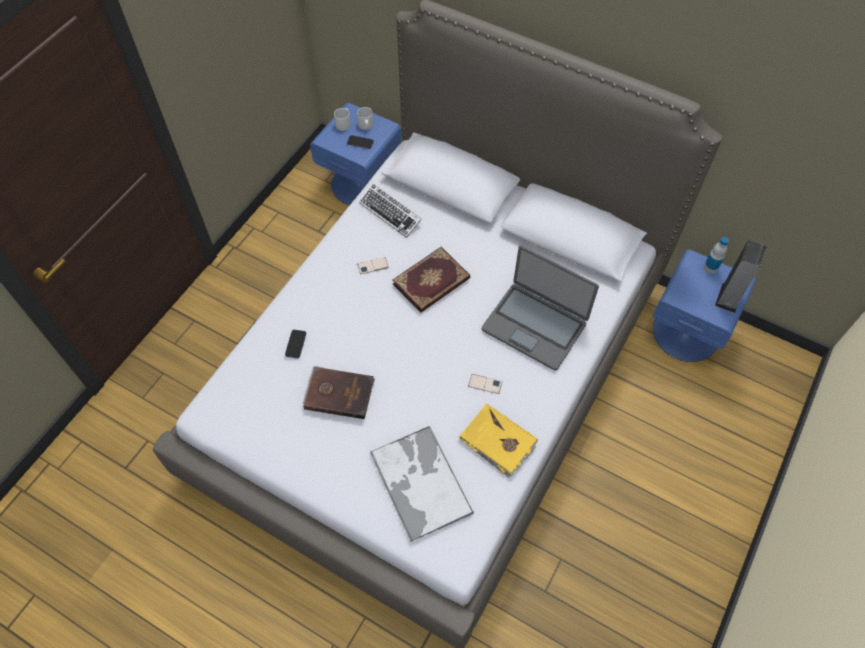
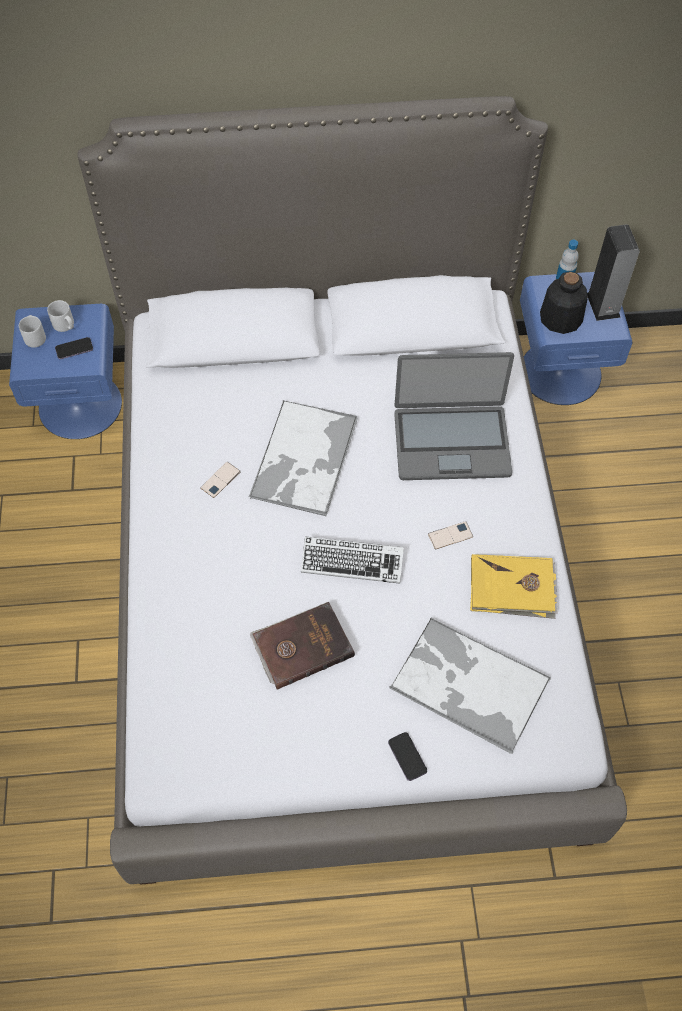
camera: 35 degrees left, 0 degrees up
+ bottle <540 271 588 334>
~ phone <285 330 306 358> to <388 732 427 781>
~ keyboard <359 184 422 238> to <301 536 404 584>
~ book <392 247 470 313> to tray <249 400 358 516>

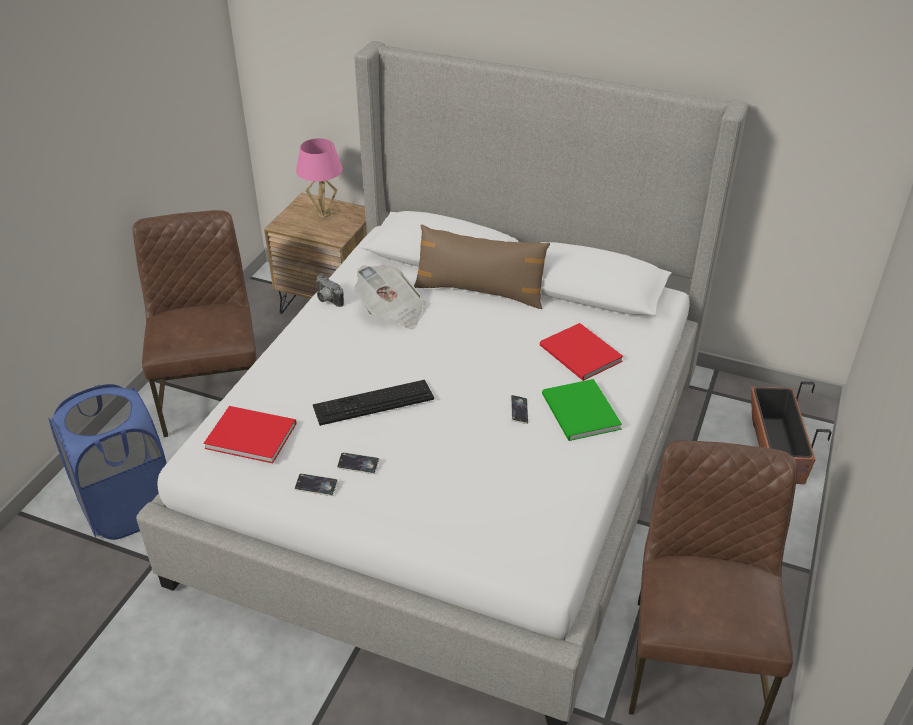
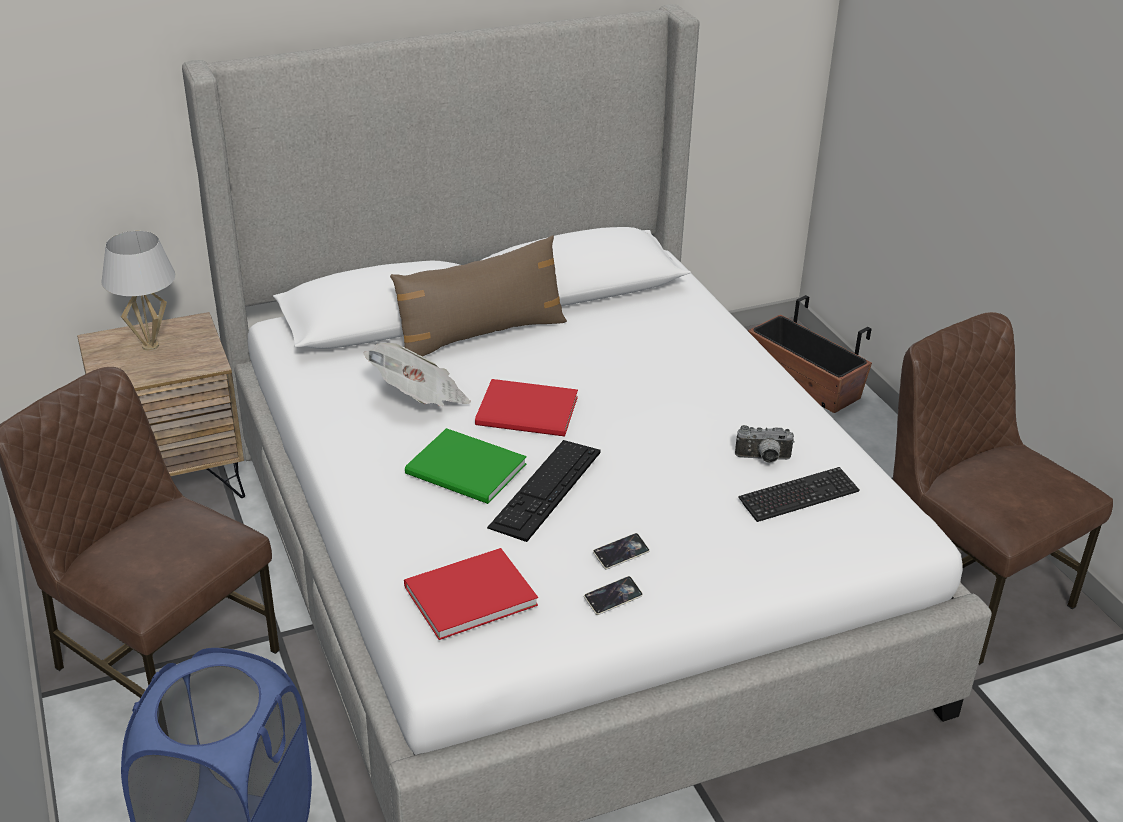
camera: 45 degrees left, 5 degrees down
- phone <510 395 529 424>
+ keyboard <738 467 859 522>
~ photo camera <316 273 344 307> to <735 425 794 463>
~ book (red) <540 323 623 381> to <475 379 578 437>
~ book (green) <542 379 622 441> to <405 428 527 504>
~ table lamp (pink) <296 138 343 218> to table lamp (white) <101 231 175 351>

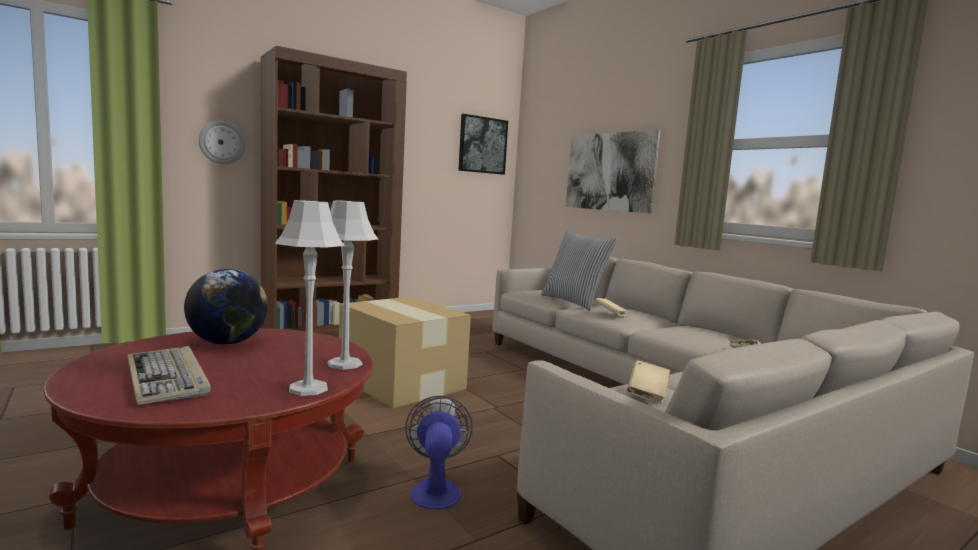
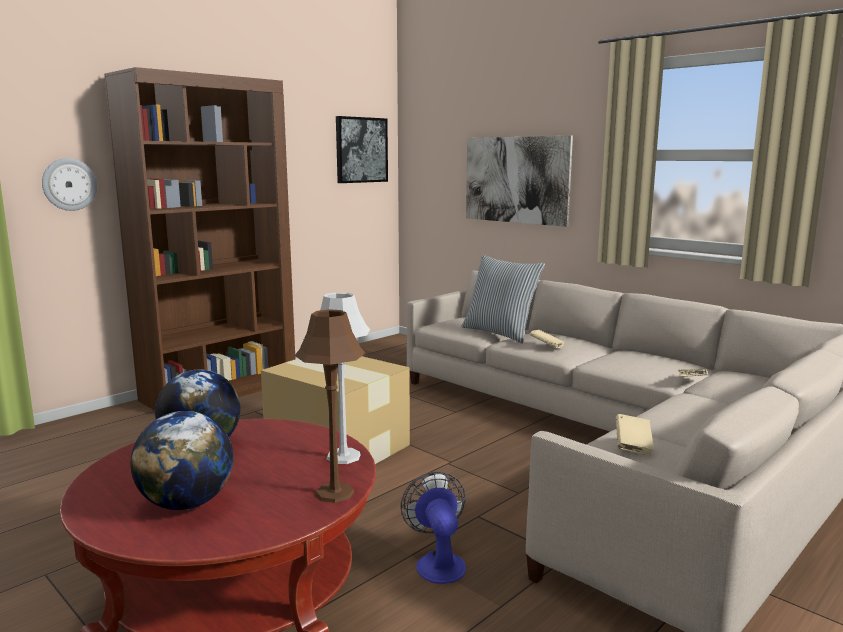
camera: 10 degrees left, 5 degrees up
~ keyboard <127 346 211 405> to globe <130 411 233 510>
~ table lamp (grey) <275 200 345 396> to table lamp (brown) <295 309 365 503>

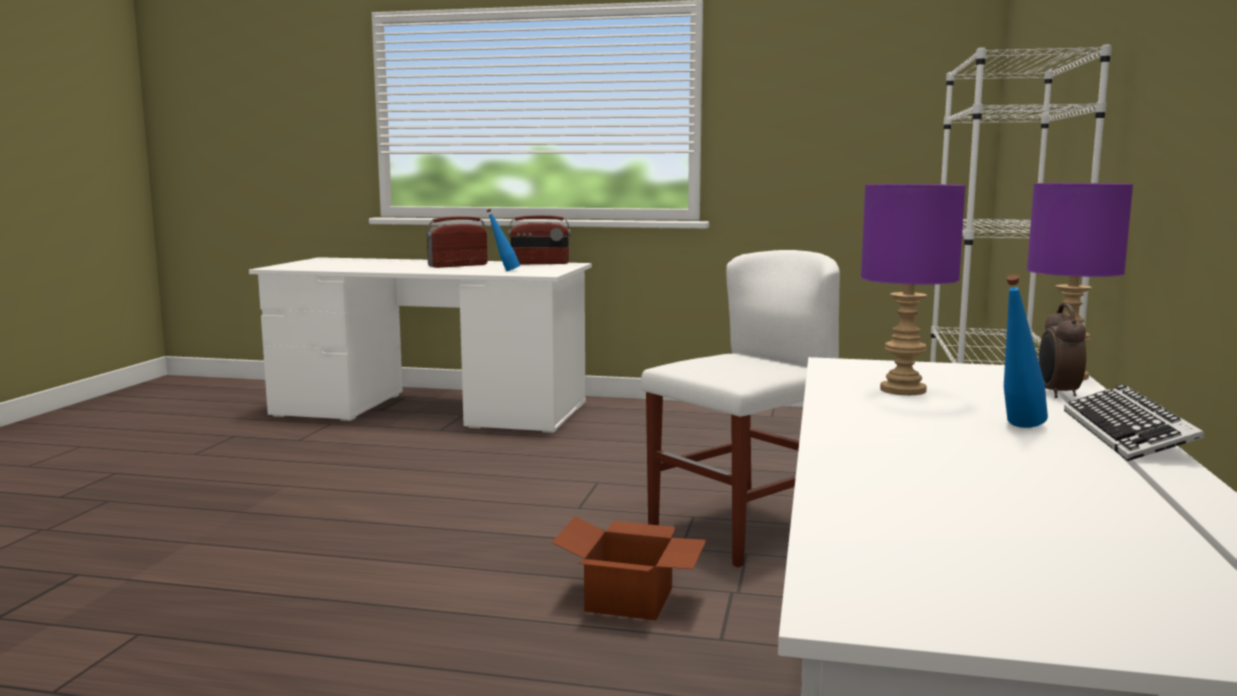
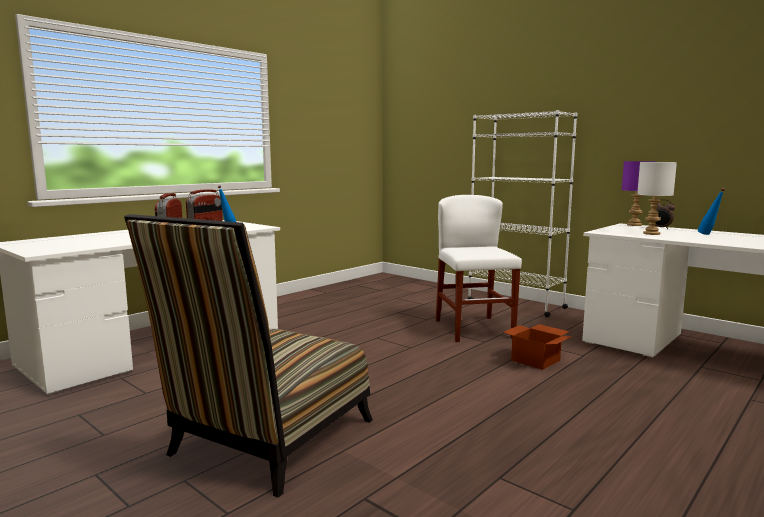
camera: 60 degrees left, 0 degrees up
- keyboard <1064 384 1205 461>
+ chair <124 214 373 498>
~ table lamp (purple) <861 184 966 395> to table lamp (white) <637 162 677 235>

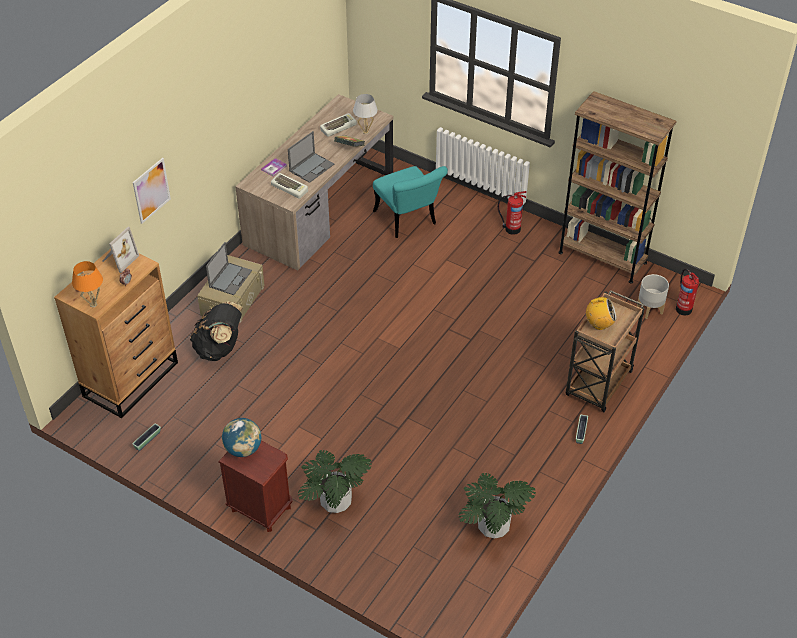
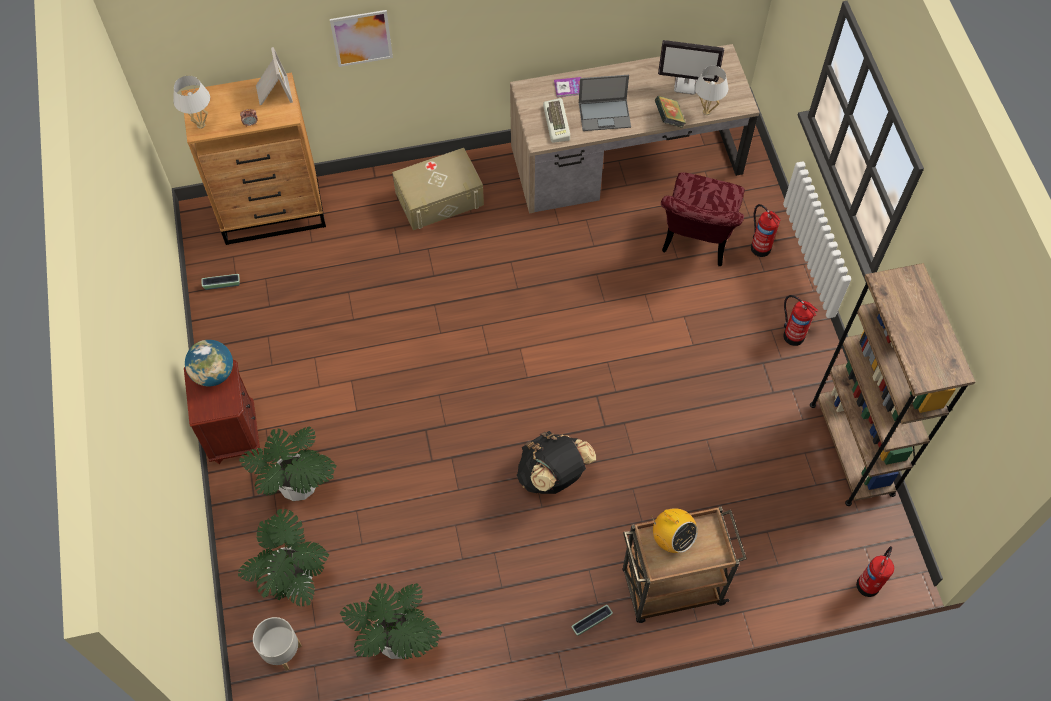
camera: 45 degrees right, 15 degrees up
- laptop <206 242 252 295>
+ potted plant <238 509 329 606>
+ fire extinguisher <751 204 781 257>
~ backpack (black) <190 301 243 361> to <517 431 596 494>
~ planter (grey) <637 274 669 319> to <253 617 302 671>
~ keyboard <320 113 357 137> to monitor <658 40 724 95>
~ table lamp (orange) <72 261 103 307> to table lamp (white) <173 76 210 129>
~ chair (turquoise) <373 166 448 238> to chair (red) <661 172 745 267>
~ picture frame <102 227 139 273> = <256 47 293 105> 90 degrees counterclockwise

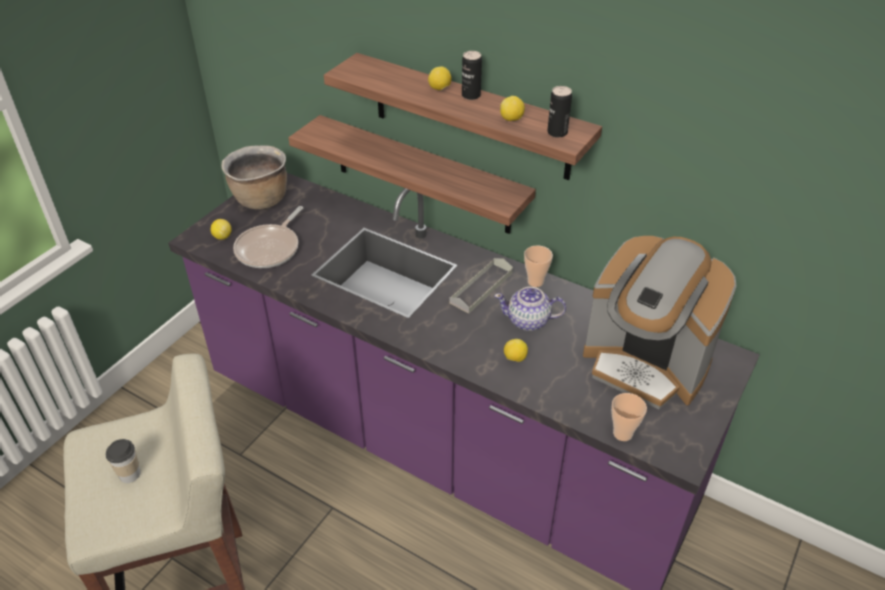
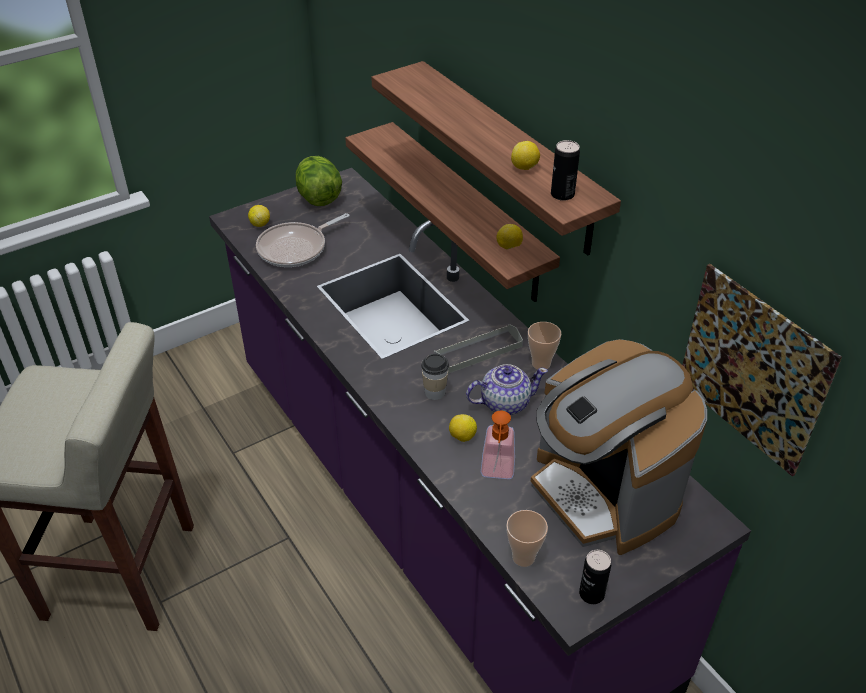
camera: 25 degrees right, 0 degrees up
+ soap dispenser <481 411 515 479>
+ picture <683 264 842 476>
~ cup <106 439 141 483> to <421 354 449 400>
~ lemon <428 66 452 90> to <496 224 523 250>
~ can <462 51 482 100> to <579 550 611 604>
~ cooking pot (brown) <222 145 287 209> to lettuce <295 156 342 206>
~ teapot <494 287 566 331> = <466 364 548 415> 135 degrees clockwise

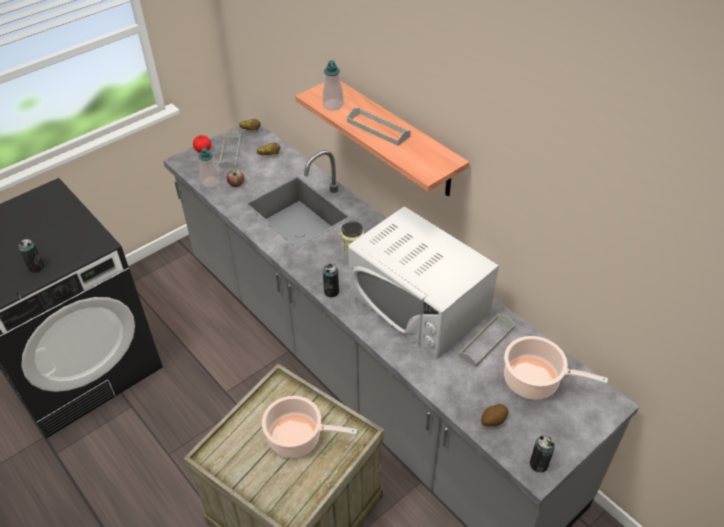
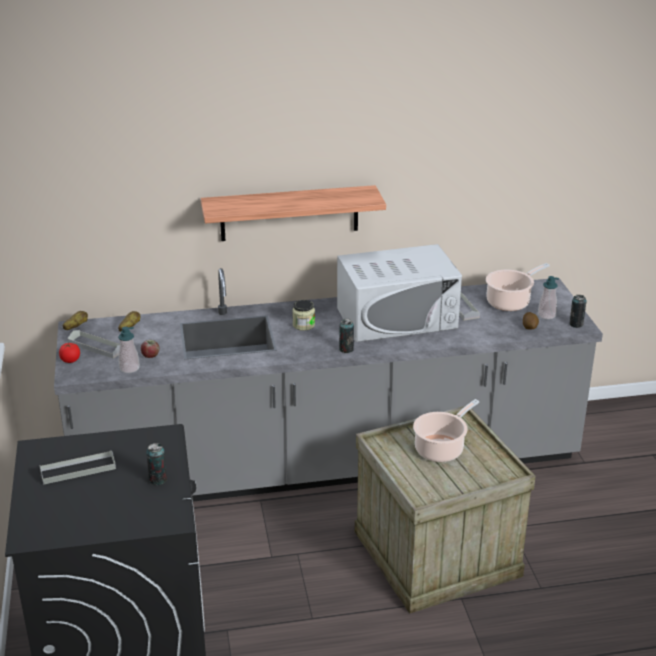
camera: 60 degrees left, 15 degrees down
~ soap dispenser <323 60 344 111> to <538 276 559 320>
~ tray (grey) <347 108 411 146> to <39 451 116 485>

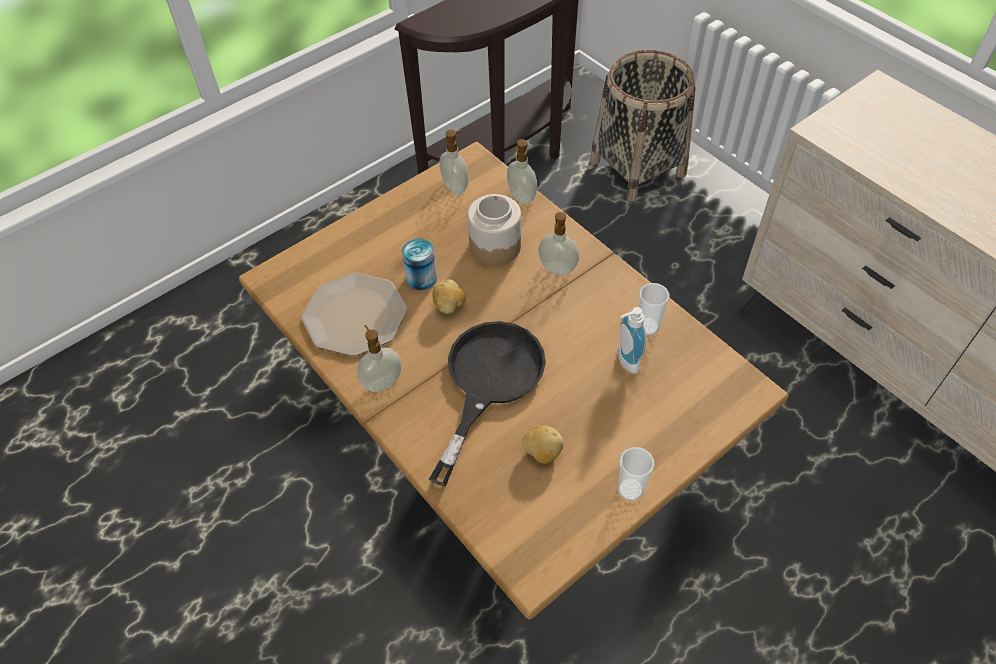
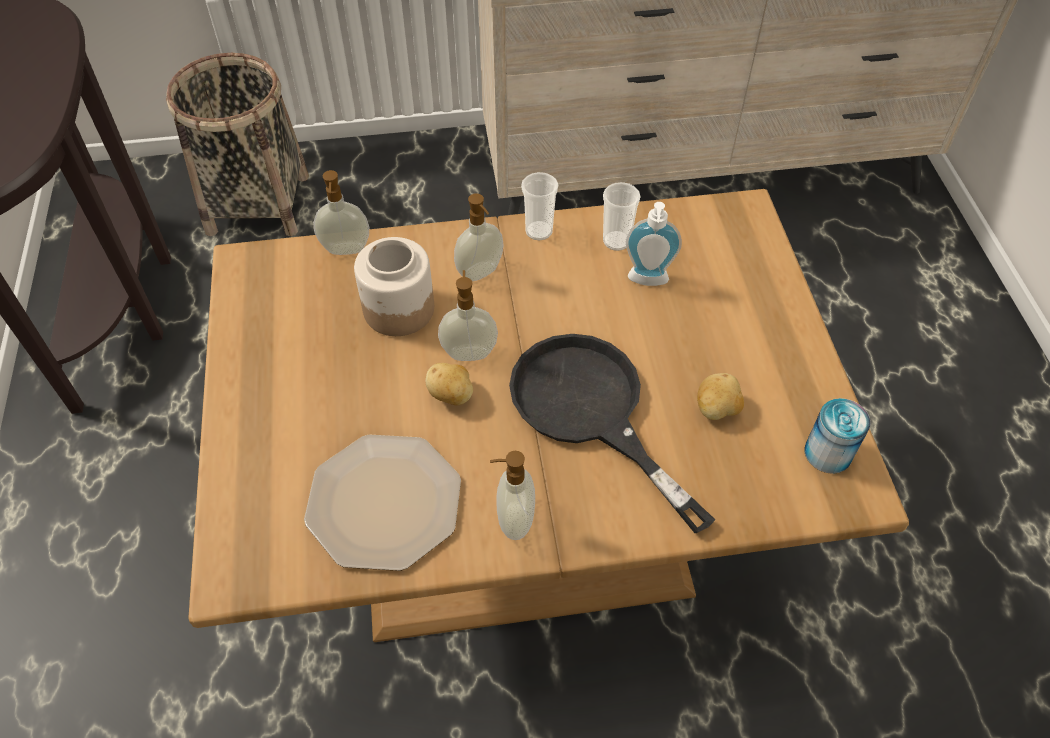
camera: 60 degrees left, 0 degrees up
~ can <402 238 437 290> to <804 398 870 474>
~ soap dispenser <439 130 468 194> to <438 270 498 361>
~ cup <618 447 655 501> to <521 172 558 240>

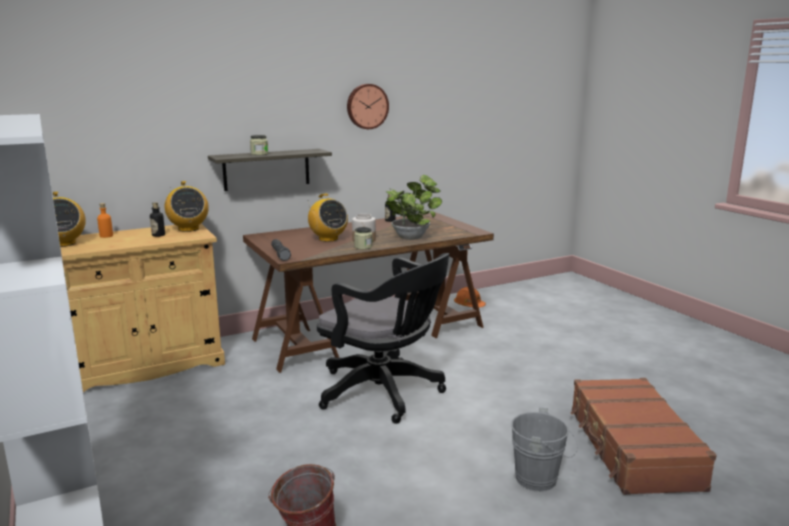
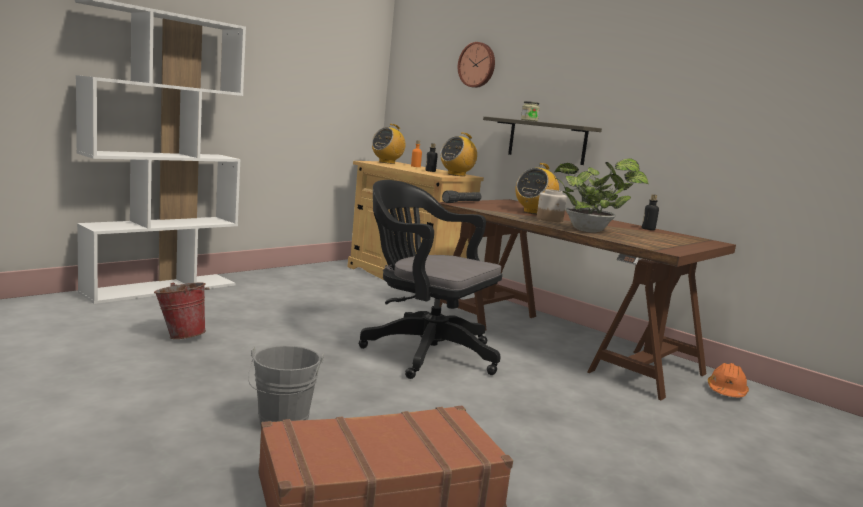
camera: 70 degrees right, 5 degrees down
- jar <354 227 372 250>
~ wall clock <347 84 389 129> to <458 42 495 88>
~ office chair (black) <317 253 449 424> = <358 180 502 379> 105 degrees clockwise

